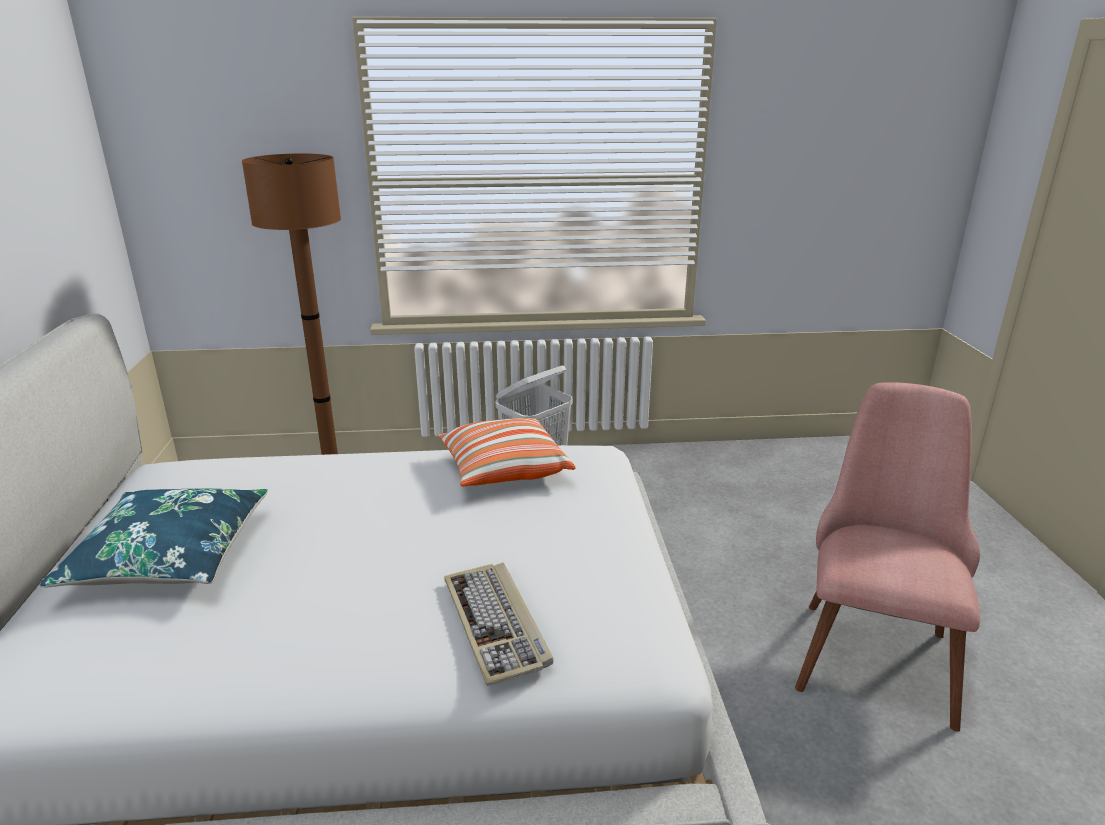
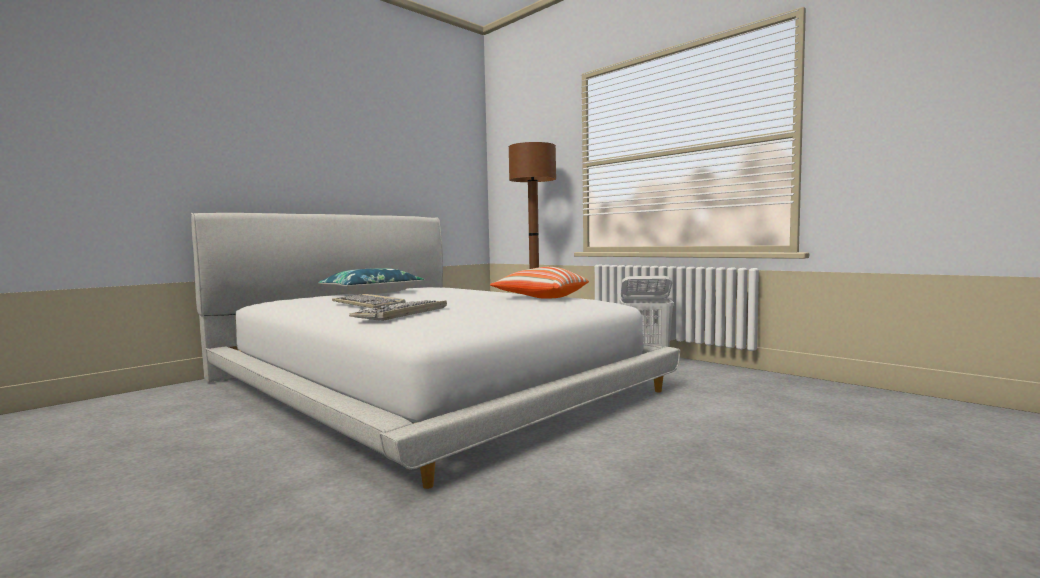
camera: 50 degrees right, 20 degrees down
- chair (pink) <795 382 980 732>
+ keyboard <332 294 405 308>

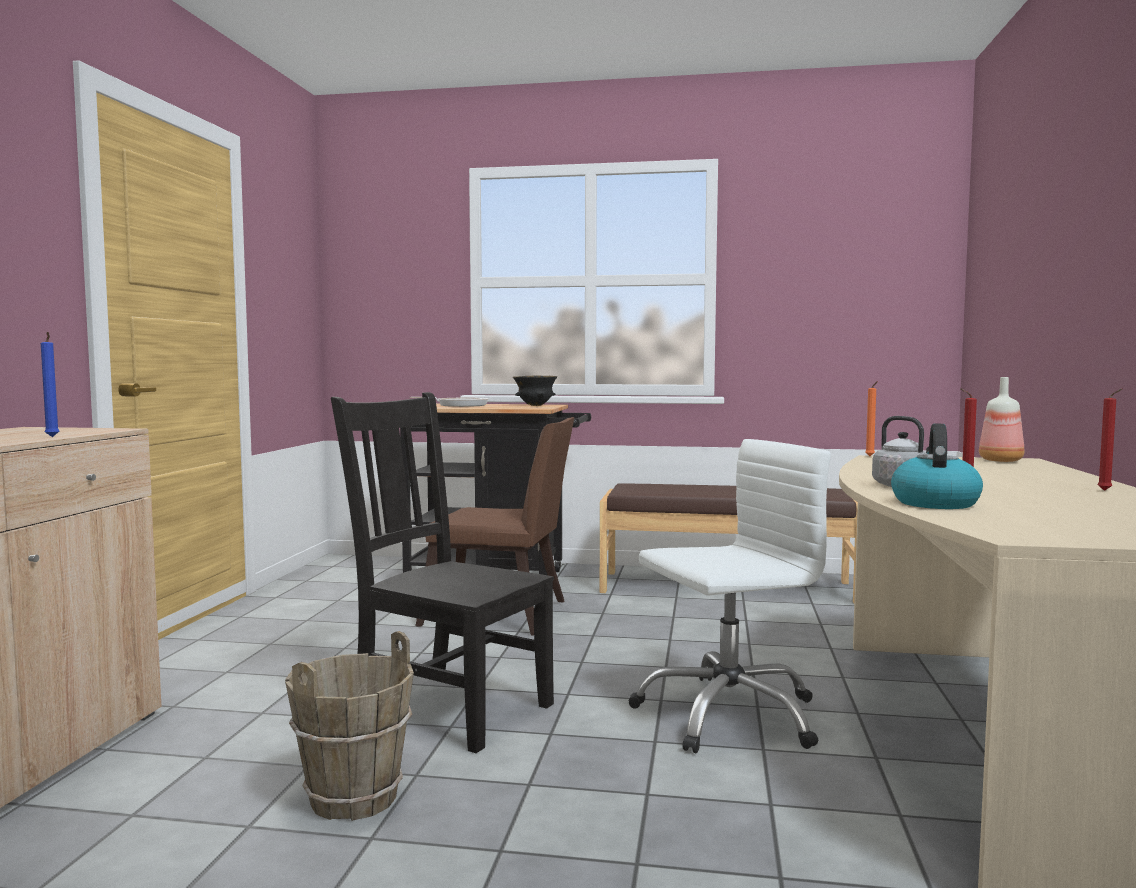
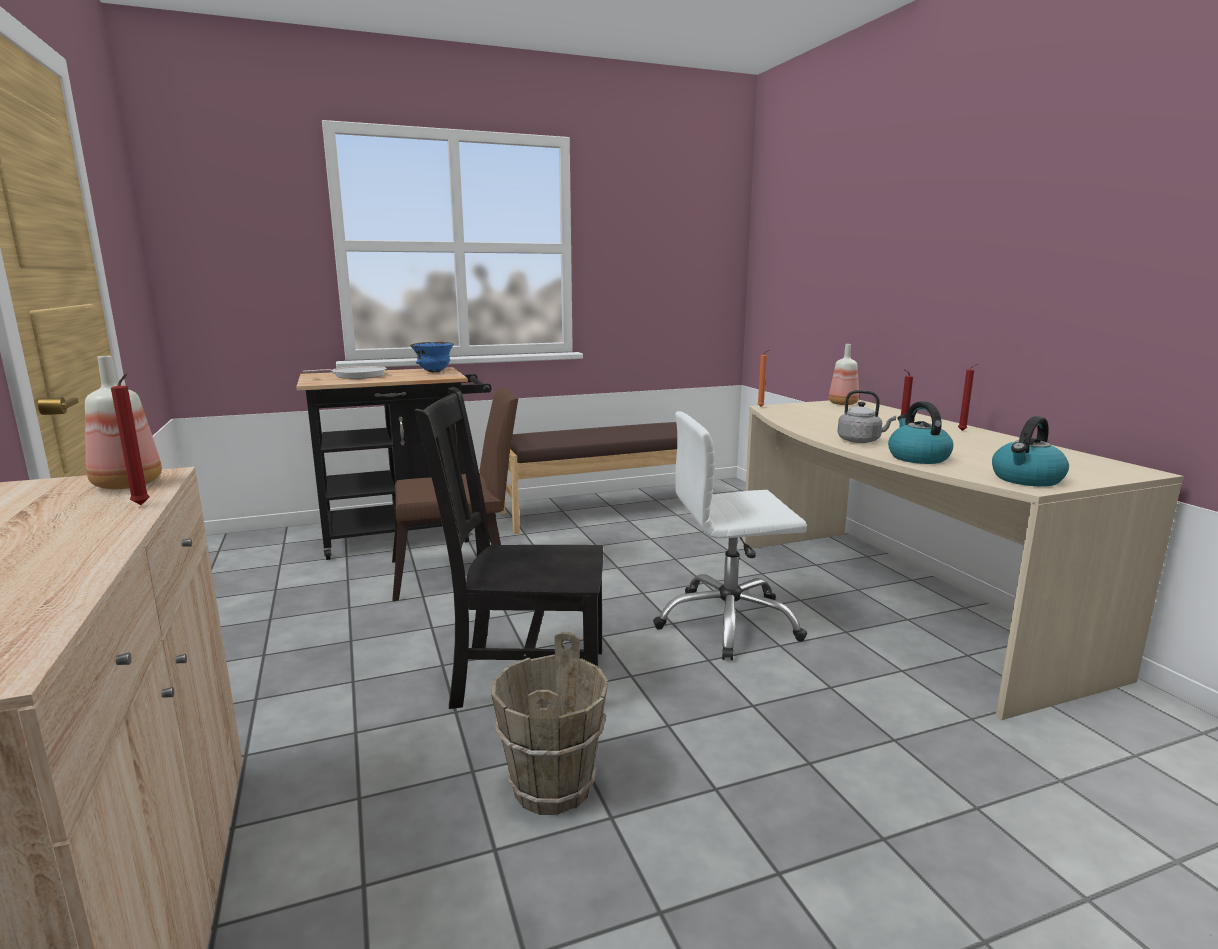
camera: 30 degrees left, 10 degrees up
+ bottle <85 356 162 489>
+ kettle <992 416 1069 487>
~ candle (blue) <41 332 59 437> to candle (red) <111 374 149 505>
~ bowl (black) <513 376 557 406> to bowl (blue) <410 342 454 372>
~ office chair (white) <628 439 831 753> = <653 411 807 660> 135 degrees counterclockwise

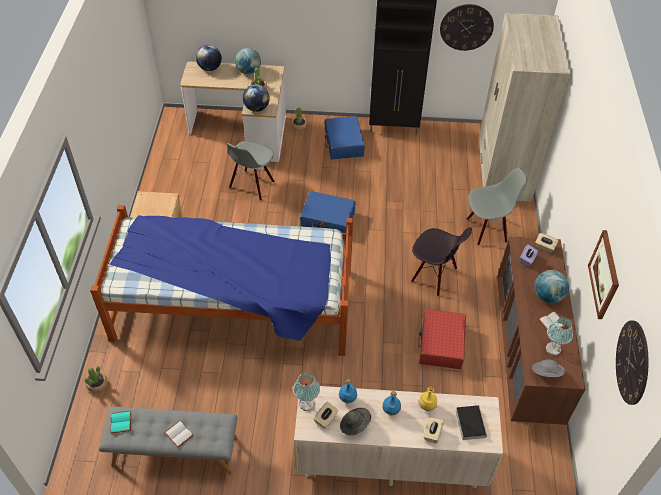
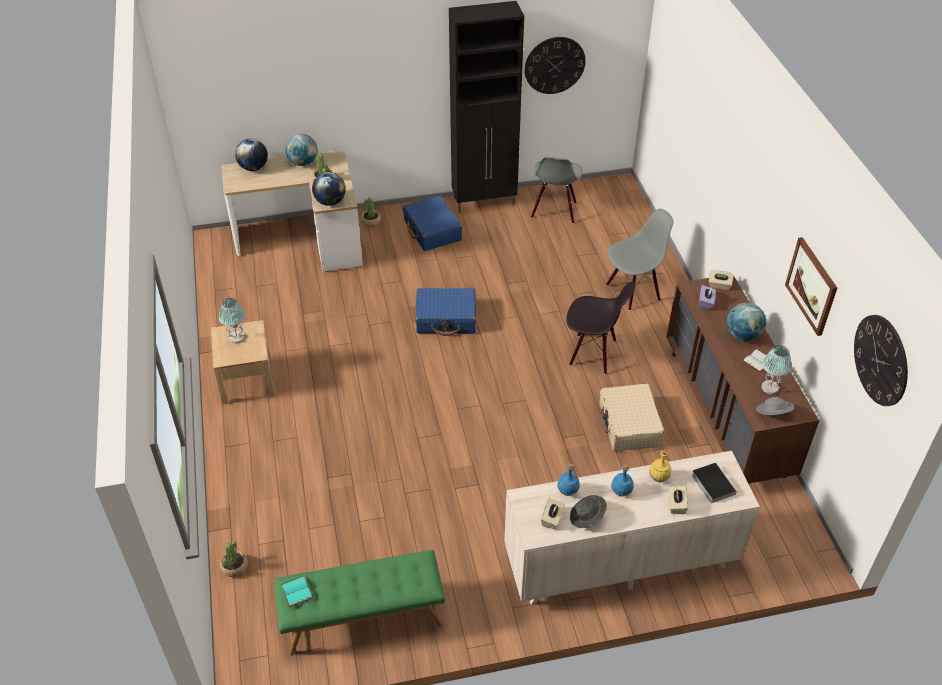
camera: 15 degrees left, 5 degrees down
- bed <90 205 353 356>
- book (white) <164 421 193 448>
- wardrobe (beige) <479 13 571 201>
~ chair (grey) <227 141 275 201> to <531 157 582 224>
~ table lamp <293 372 320 411> to <219 298 246 343>
~ bench (grey) <99 407 238 475> to bench (green) <274 550 445 656>
~ suitcase (red) <418 309 466 369> to suitcase (beige) <600 384 665 452>

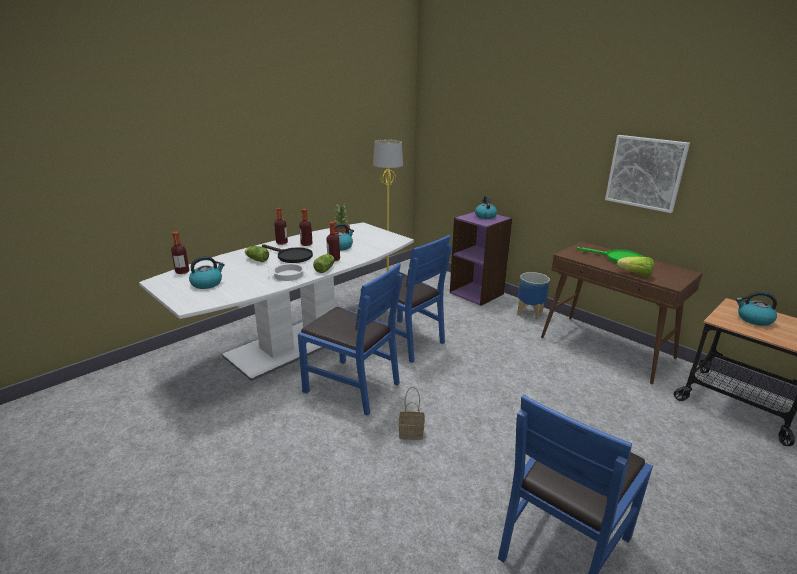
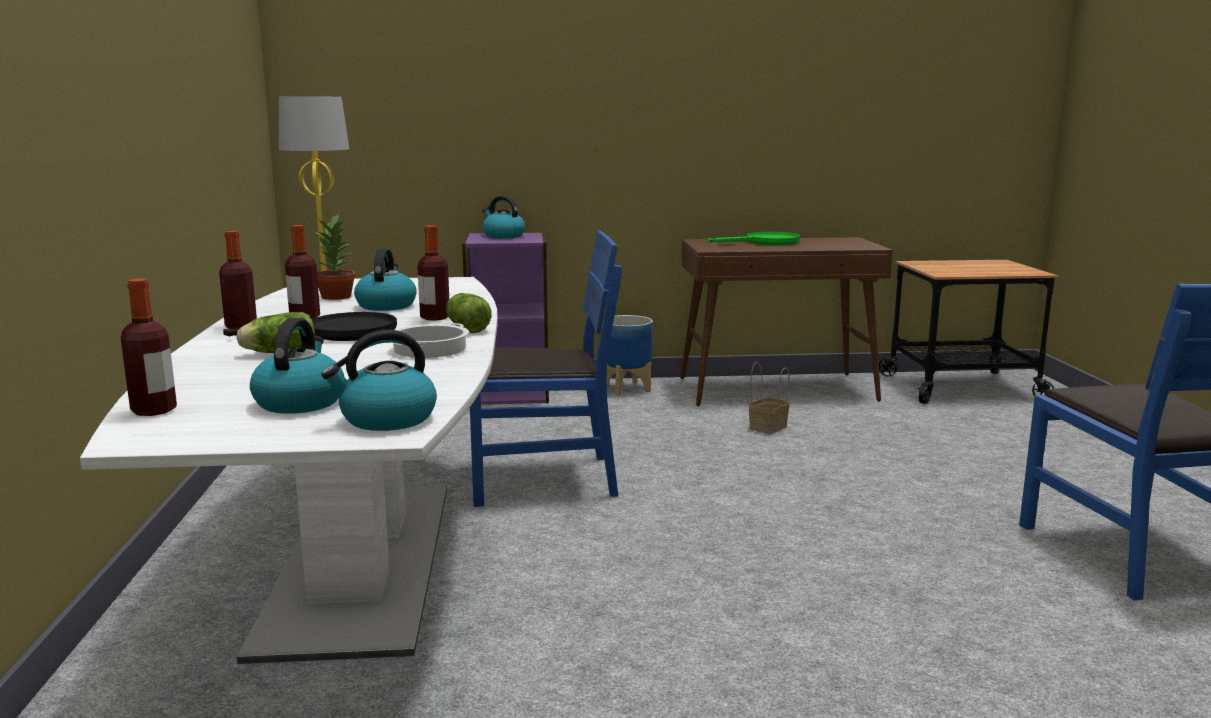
camera: 50 degrees left, 10 degrees down
- chair (blue) <298 263 403 416>
- picture <605 135 690 213>
- lettuce <617 257 654 277>
~ basket <398 387 425 440> to <749 361 790 434>
~ kettle <736 291 777 326> to <322 330 437 431>

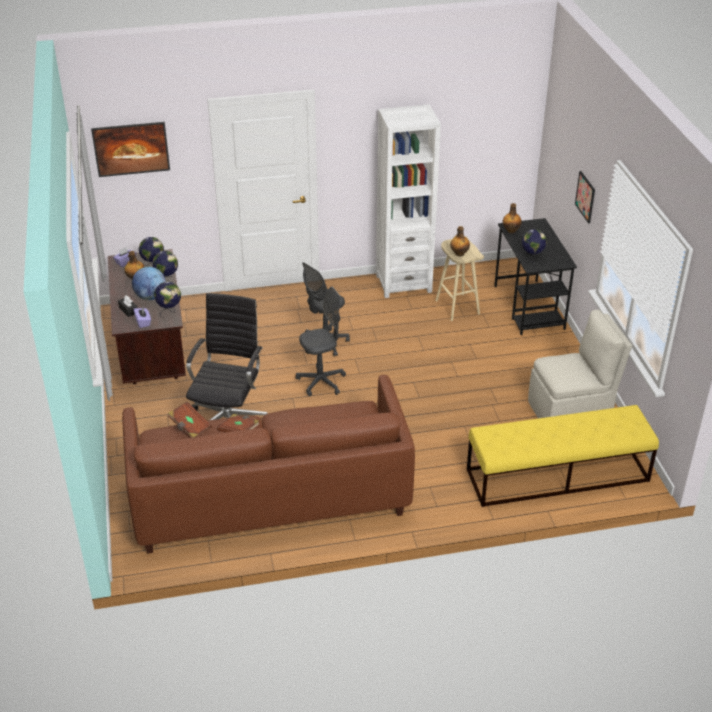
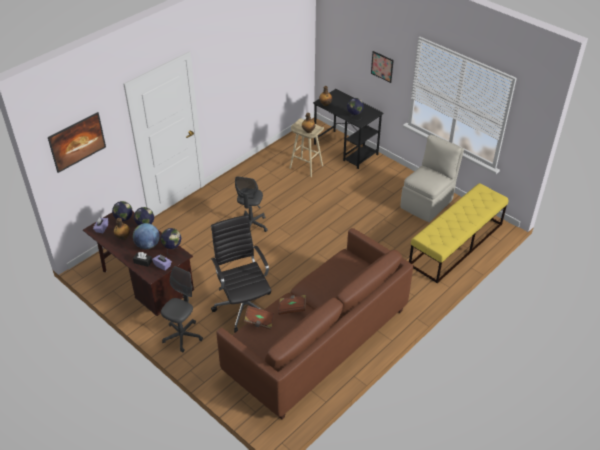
camera: 35 degrees left, 5 degrees up
- bookcase (white) <376 104 441 298>
~ office chair (grey) <296 287 346 397> to <161 266 203 352>

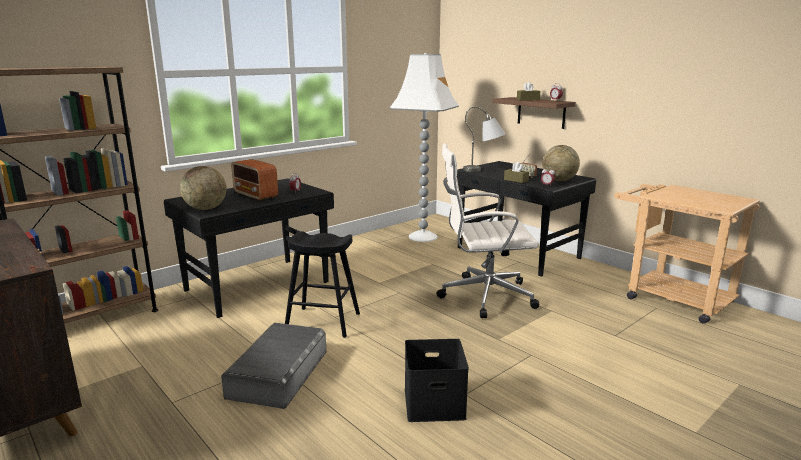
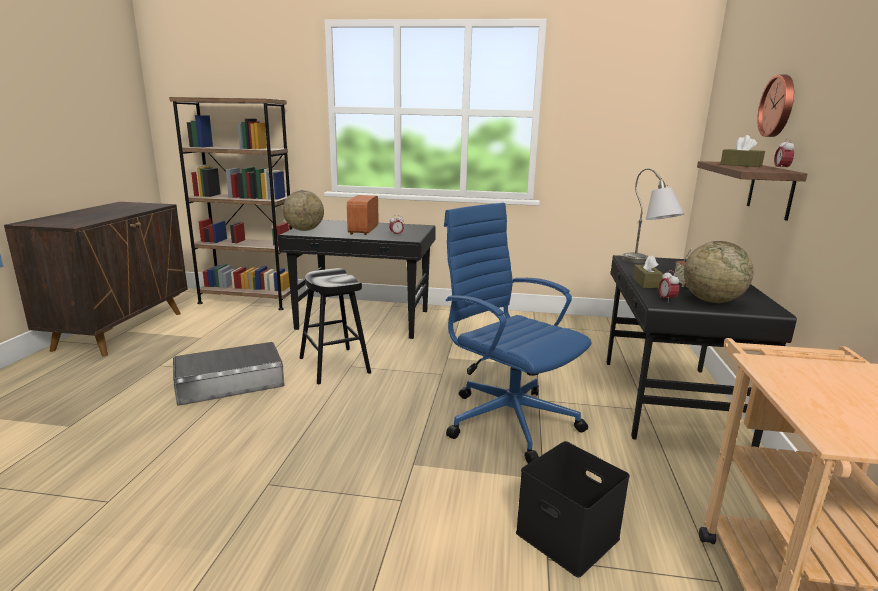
camera: 50 degrees right, 0 degrees up
- floor lamp (white) <390 53 459 242>
+ wall clock <757 75 794 137>
~ storage box (black) <405 339 469 422> to <516 441 630 578>
~ office chair (white) <437 143 539 318> to office chair (blue) <444 203 591 464>

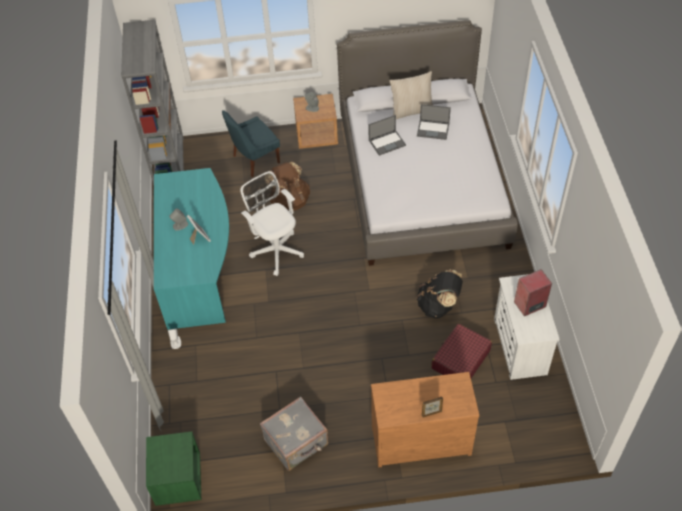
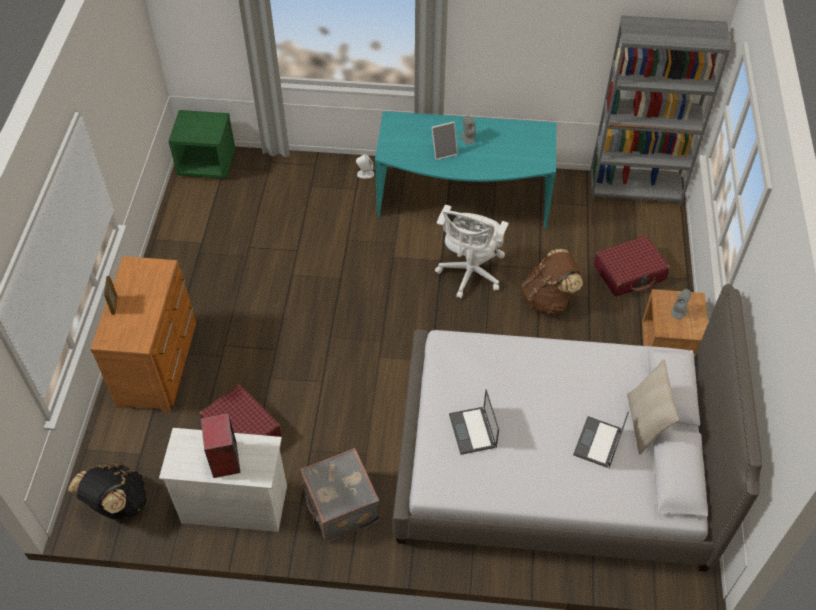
camera: 100 degrees right, 0 degrees up
~ suitcase (grey) <260 397 328 471> to <299 448 381 542>
~ laptop <368 115 406 156> to <449 389 499 455>
~ backpack (black) <417 269 463 318> to <68 463 147 519>
~ chair (blue) <222 110 280 177> to suitcase (red) <594 236 670 297>
~ office chair (white) <240 171 304 276> = <435 205 509 299> 135 degrees clockwise

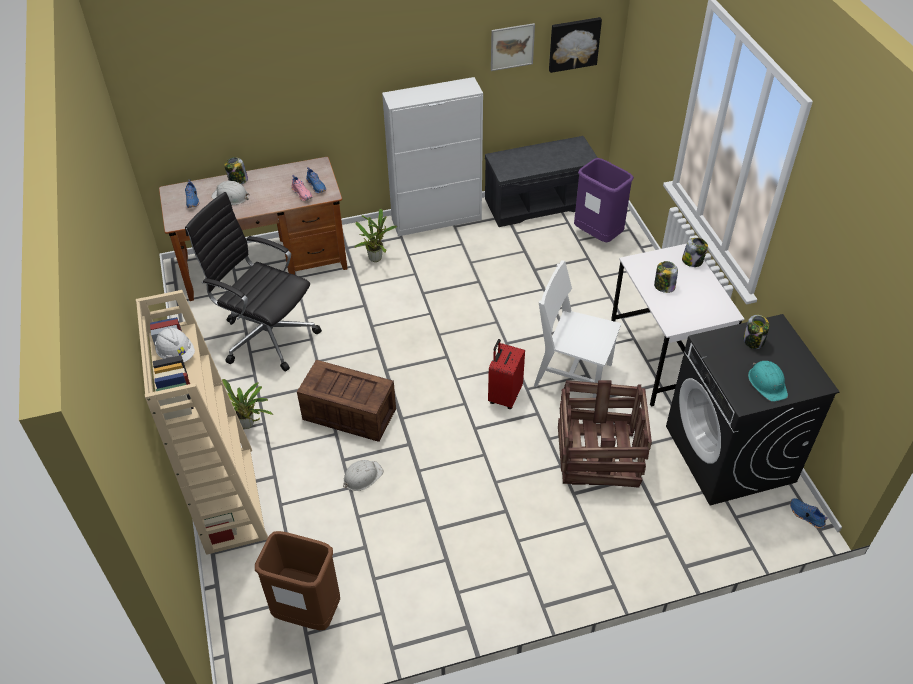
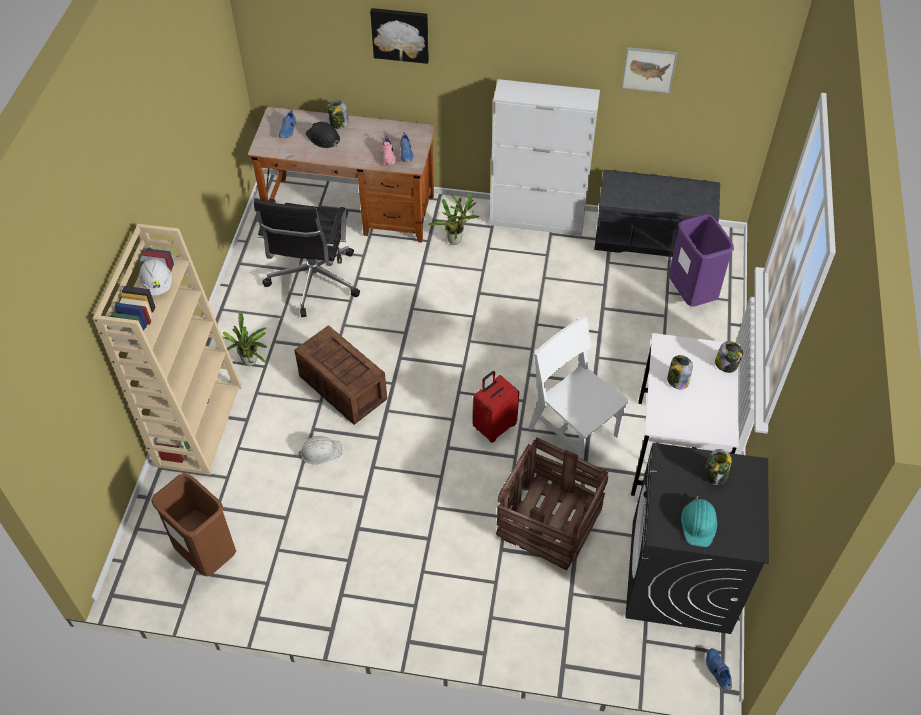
camera: 25 degrees right, 5 degrees up
~ picture <549 17 602 73> to <370 8 429 64>
~ hard hat (white) <211 181 250 205> to hard hat (black) <306 122 340 148>
~ office chair (black) <185 192 322 371> = <254 199 360 317> 135 degrees counterclockwise

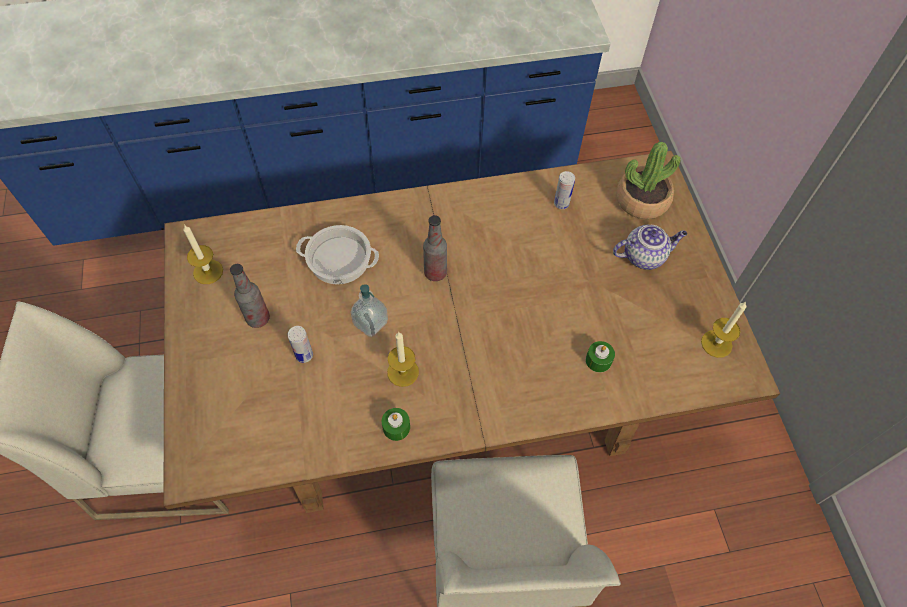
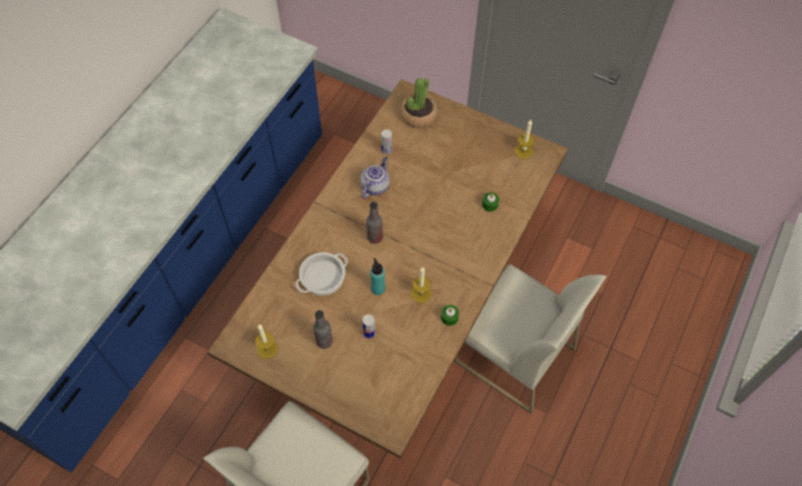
camera: 50 degrees left, 0 degrees up
~ teapot <613 225 687 270> to <360 157 390 199>
~ soap dispenser <350 284 388 337> to bottle (turquoise) <370 258 385 295>

